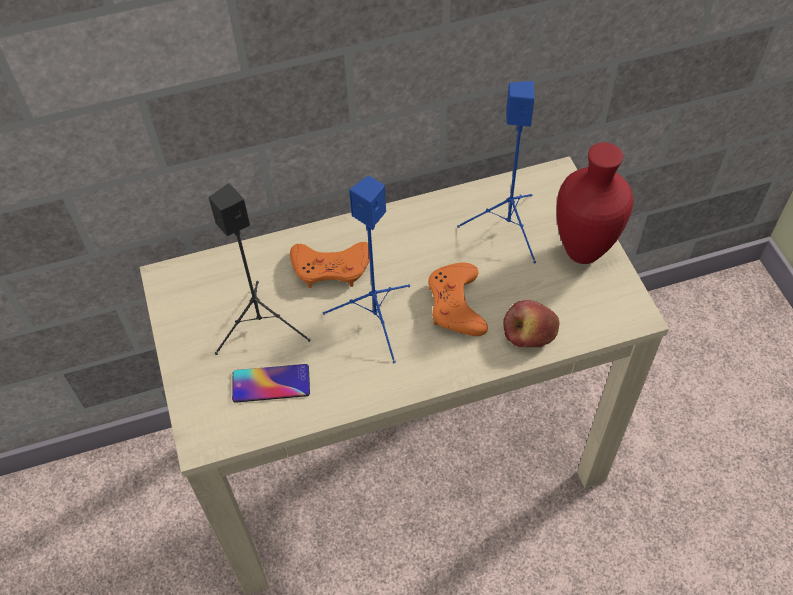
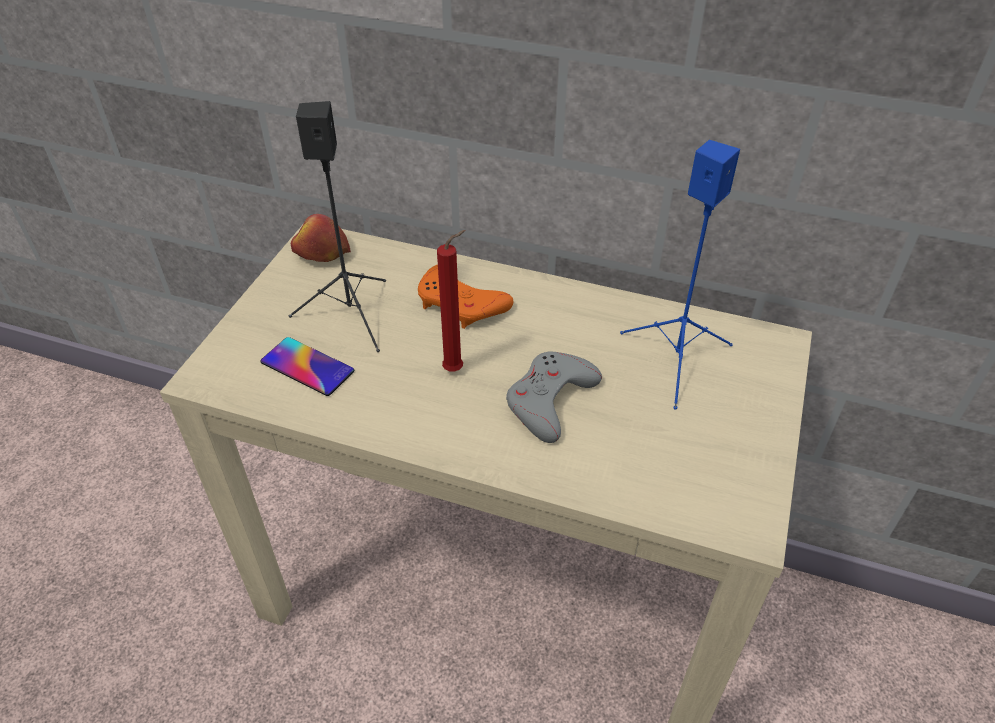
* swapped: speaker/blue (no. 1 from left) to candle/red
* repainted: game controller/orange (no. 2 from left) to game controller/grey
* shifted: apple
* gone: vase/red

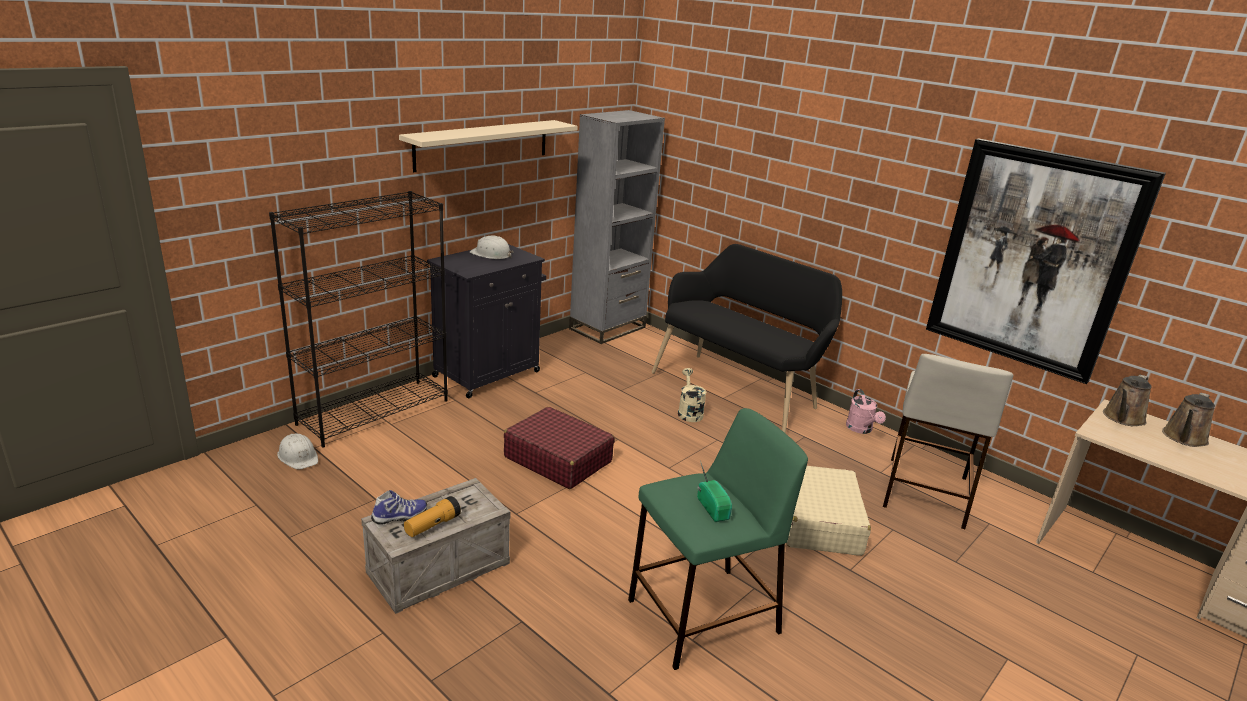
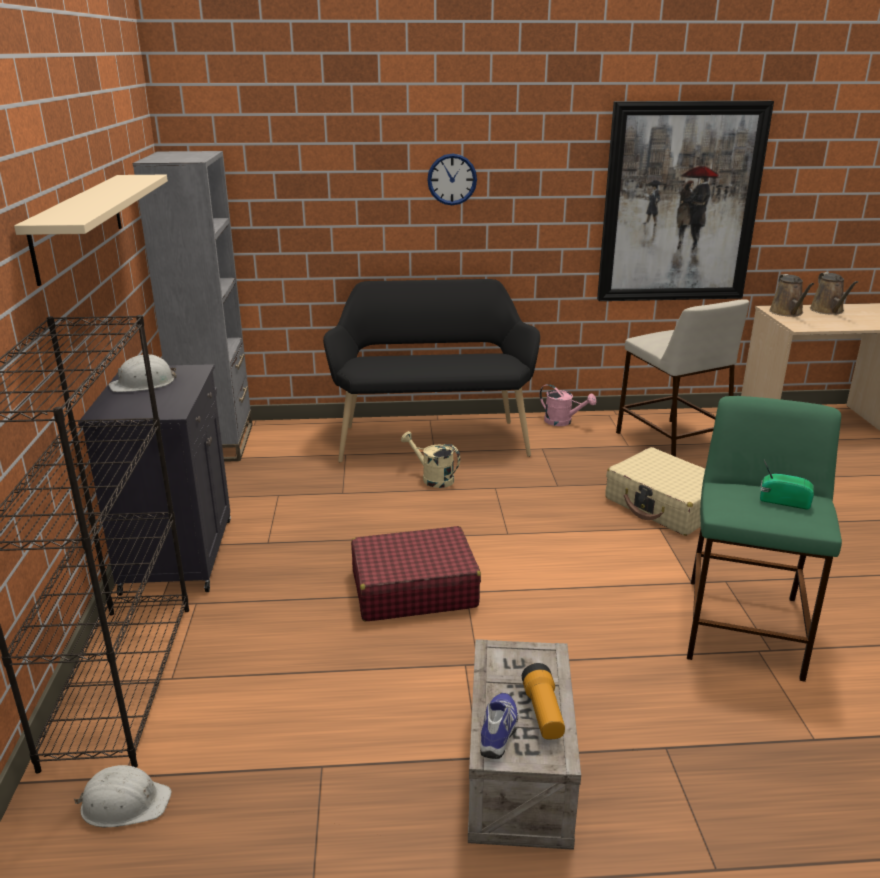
* new: wall clock

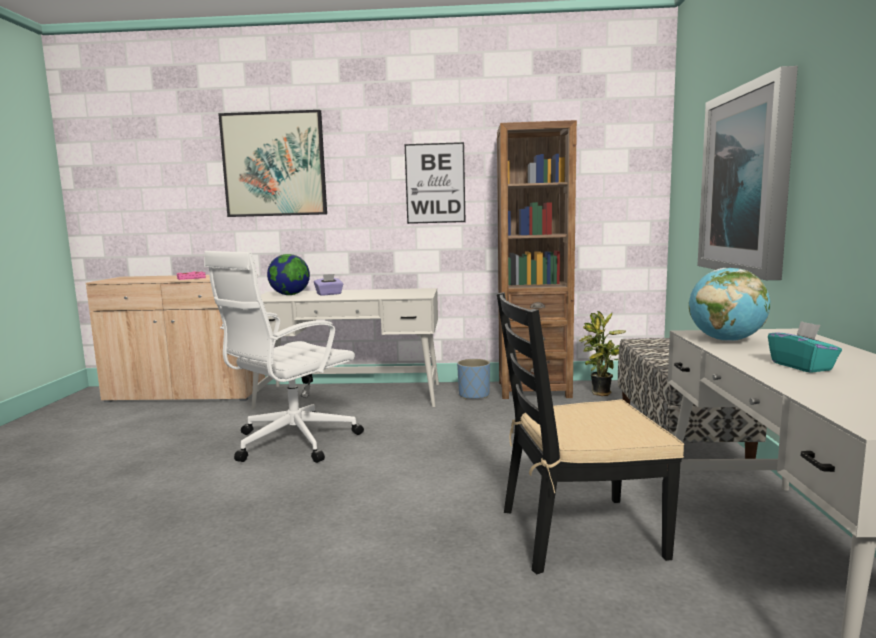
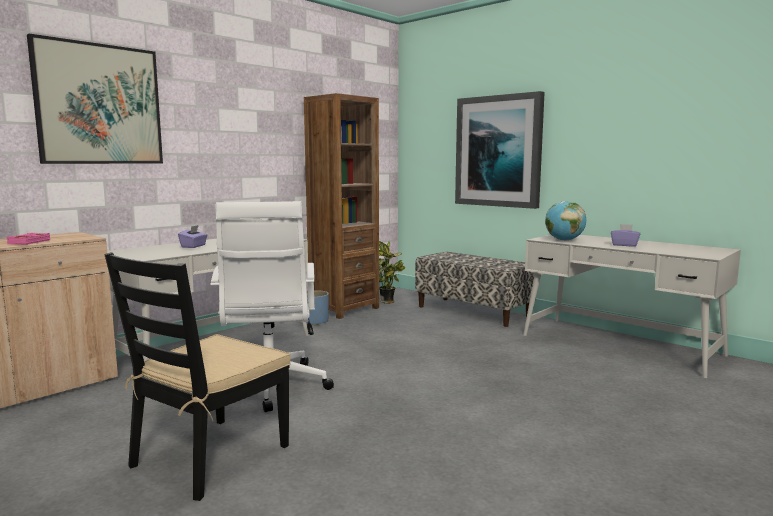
* gone: globe (no. 1 from left)
* gone: picture (no. 2 from left)
* shifted: chair/black
* repainted: tissue box/turquoise to tissue box/purple (no. 2 from left)

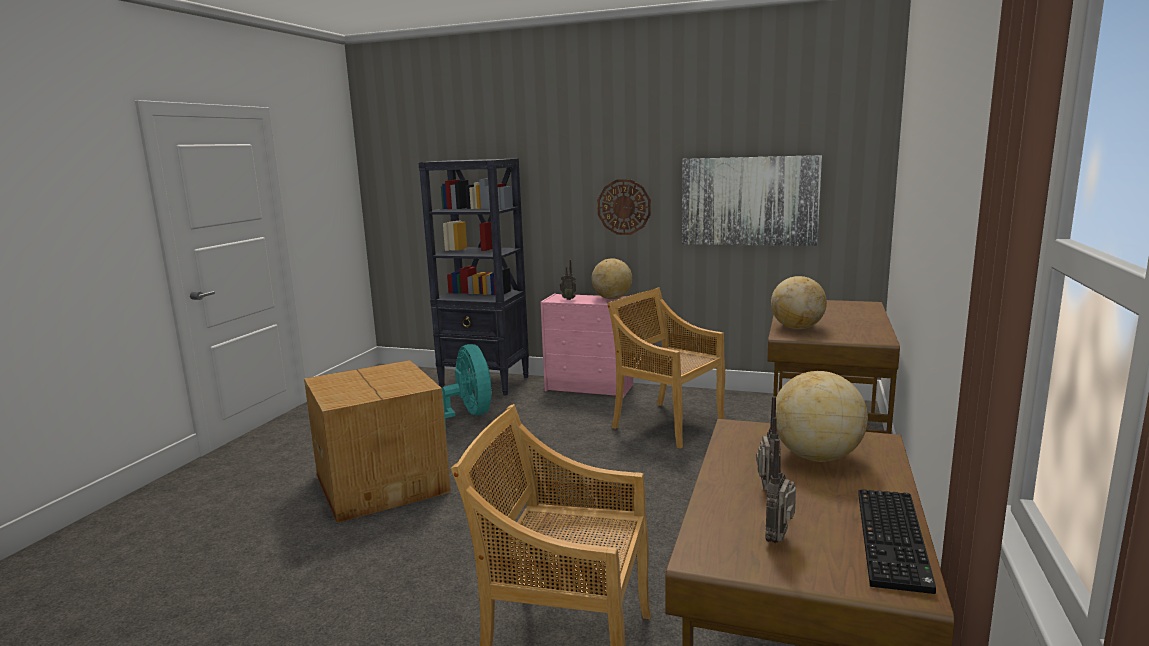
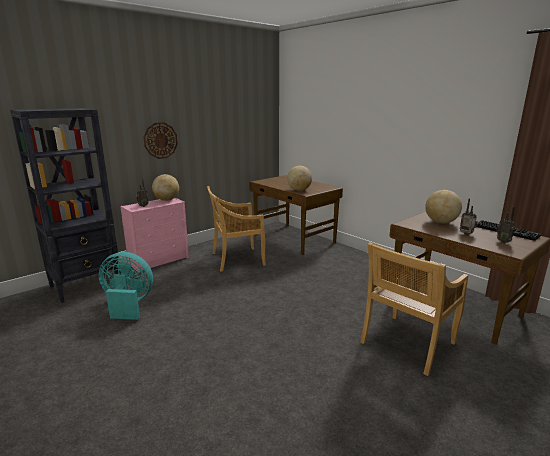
* gone: cardboard box
* gone: picture

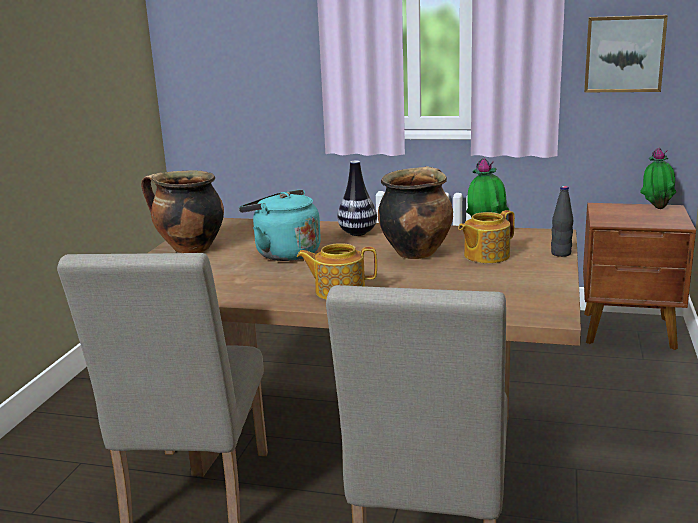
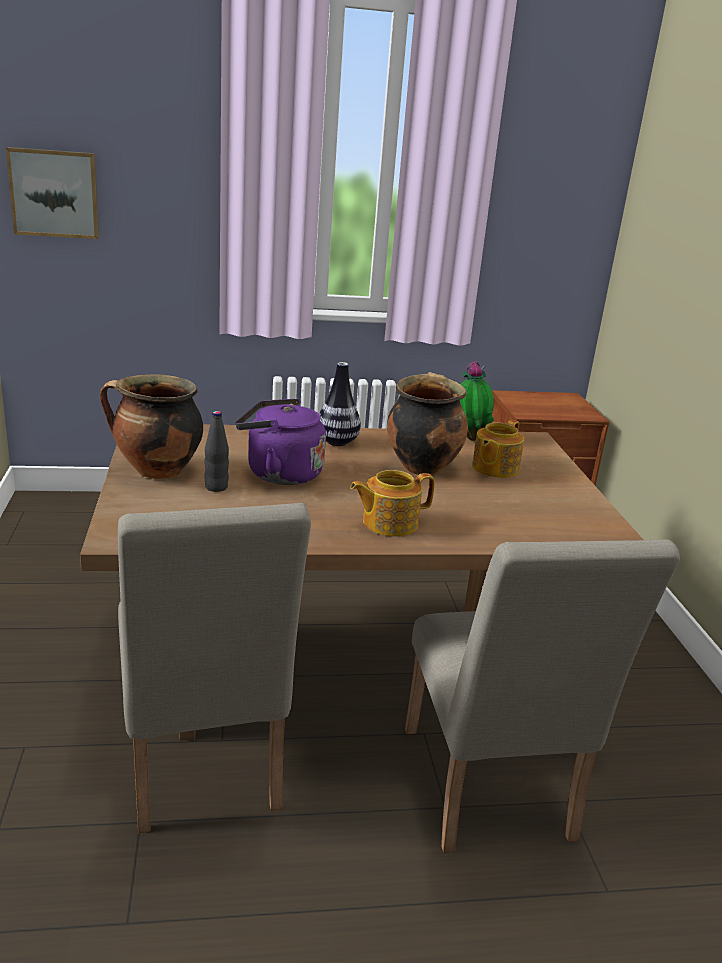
* repainted: kettle/turquoise to kettle/purple
* shifted: bottle/black
* shifted: picture
* gone: potted plant (no. 2 from left)

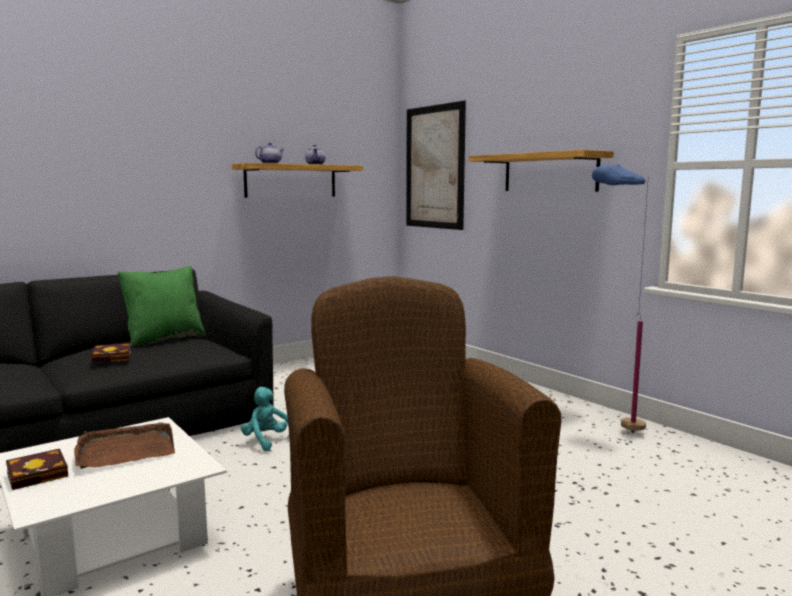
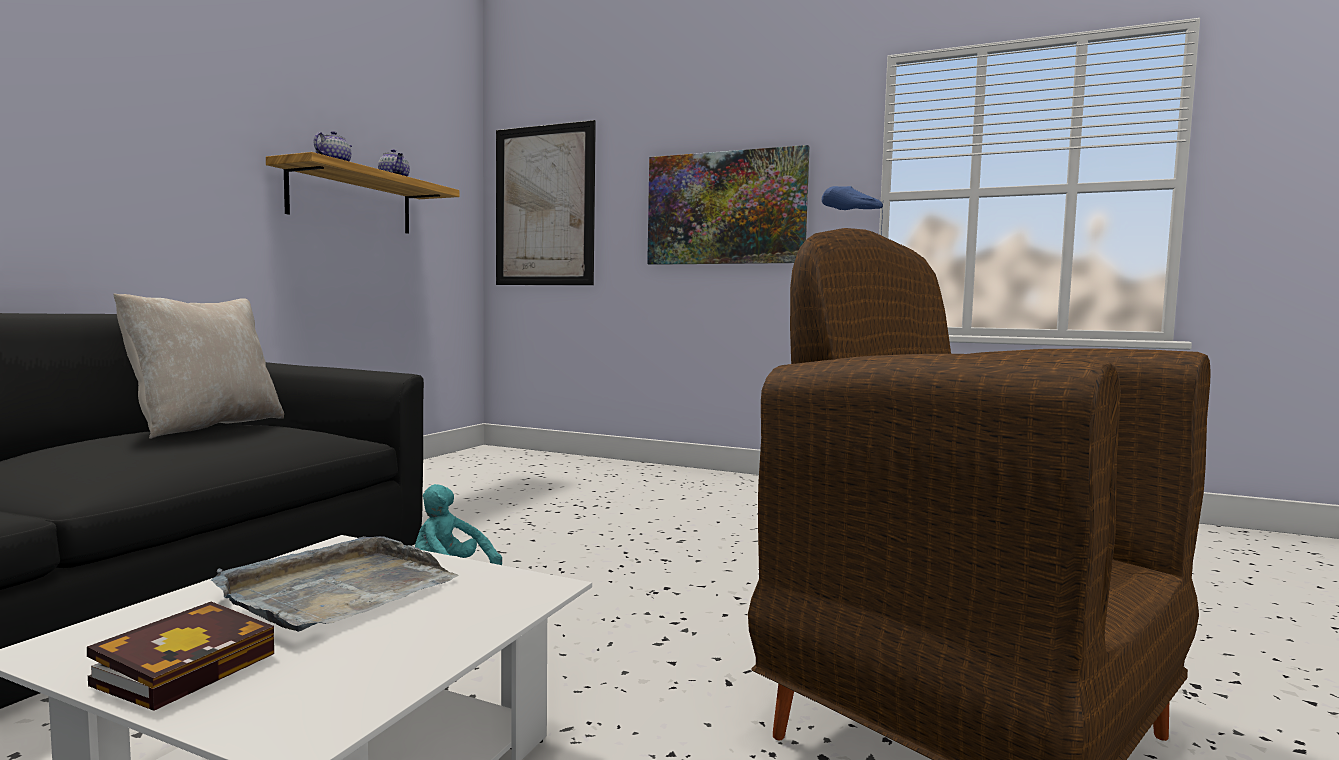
* repainted: tray/brown to tray/grey
* gone: book (no. 2 from left)
* repainted: pillow/green to pillow/beige
* swapped: shelf (no. 2 from left) to picture (no. 2 from left)

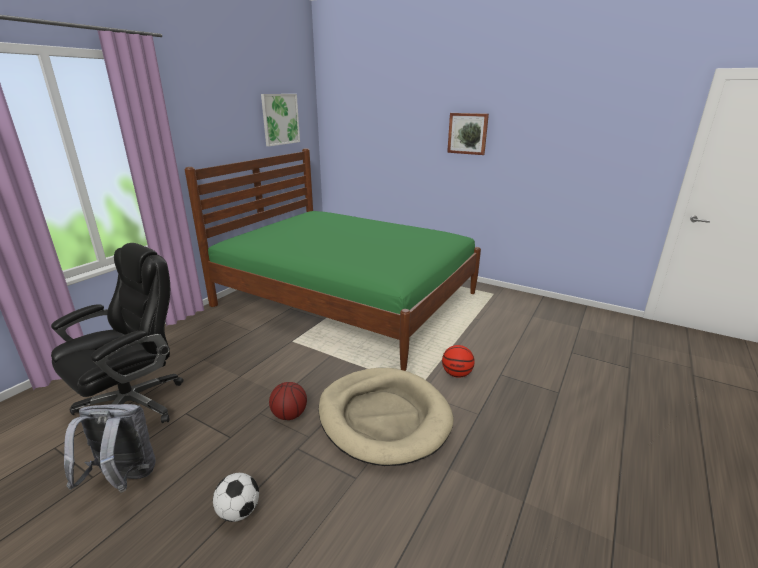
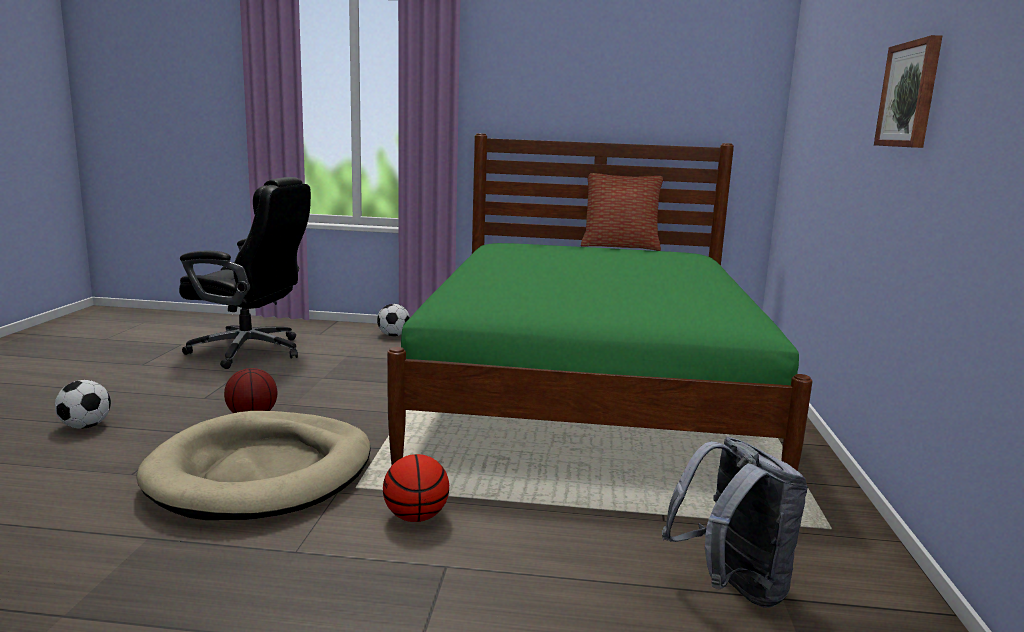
* shifted: backpack/grey
* gone: picture (no. 1 from left)
* new: football (no. 2 from left)
* new: pillow

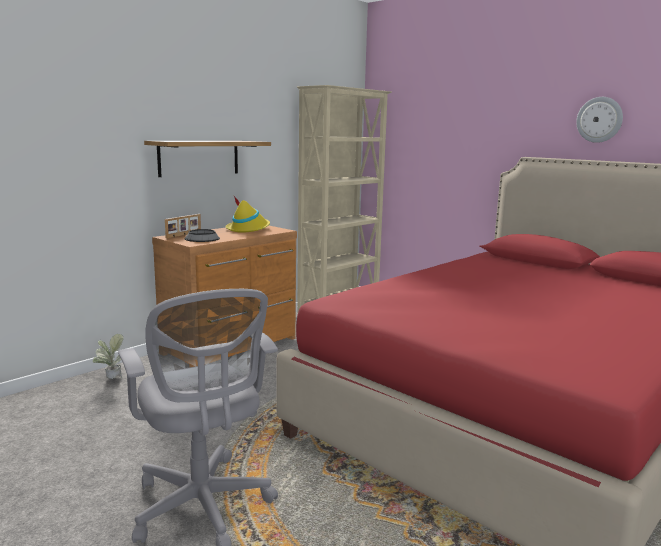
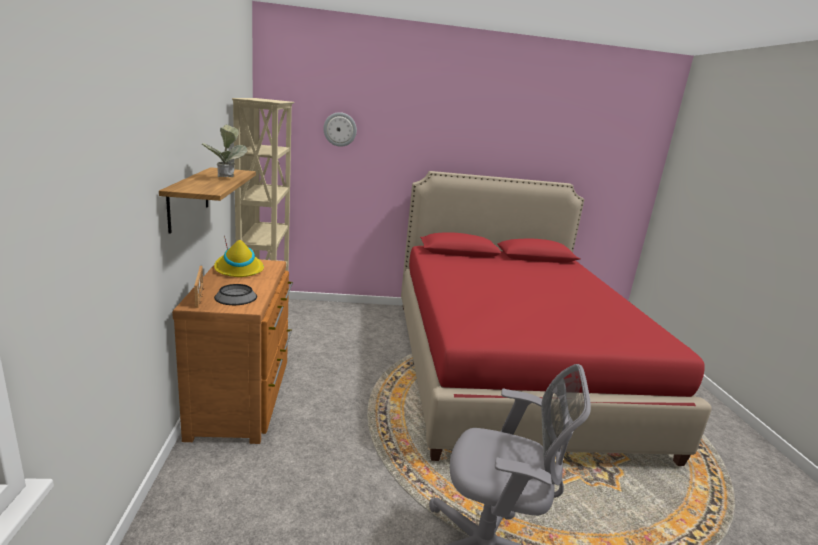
* shifted: potted plant
* shifted: wall clock

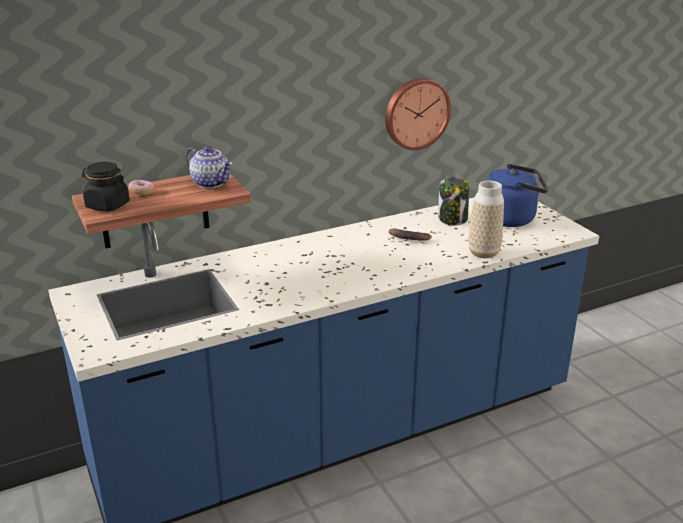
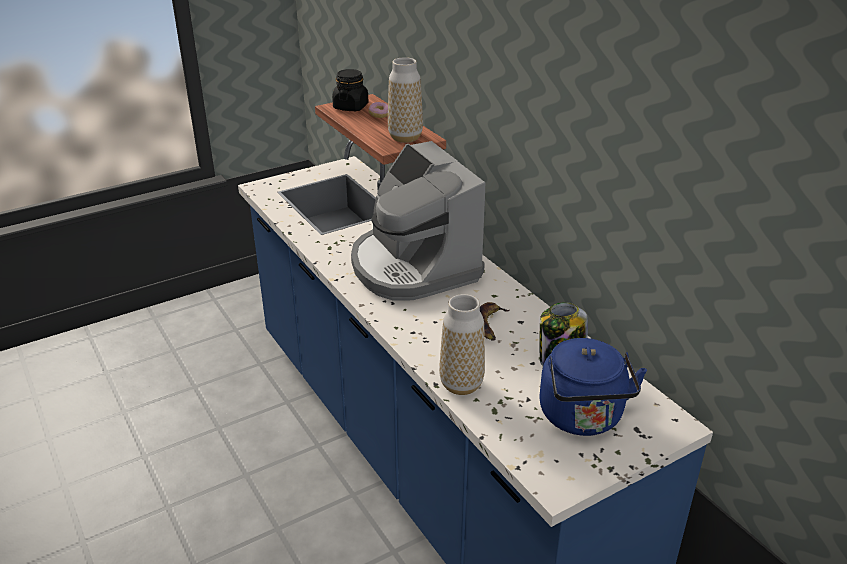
* swapped: teapot to vase (no. 1 from left)
* gone: wall clock
* new: coffee machine

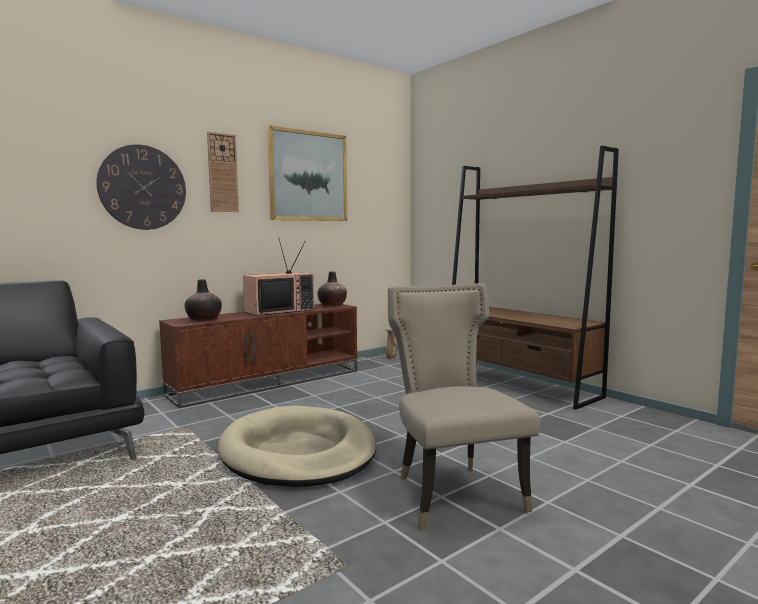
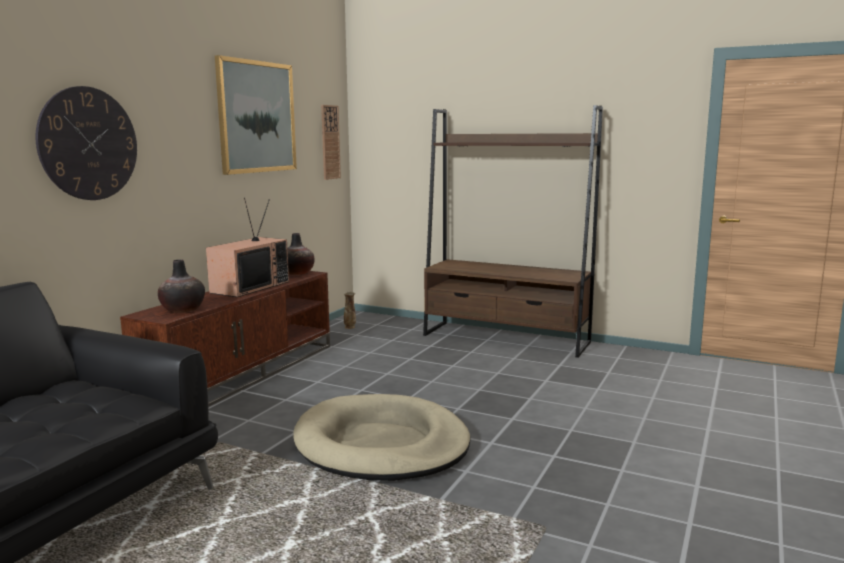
* shifted: wall clock (no. 2 from left)
* gone: chair/beige

